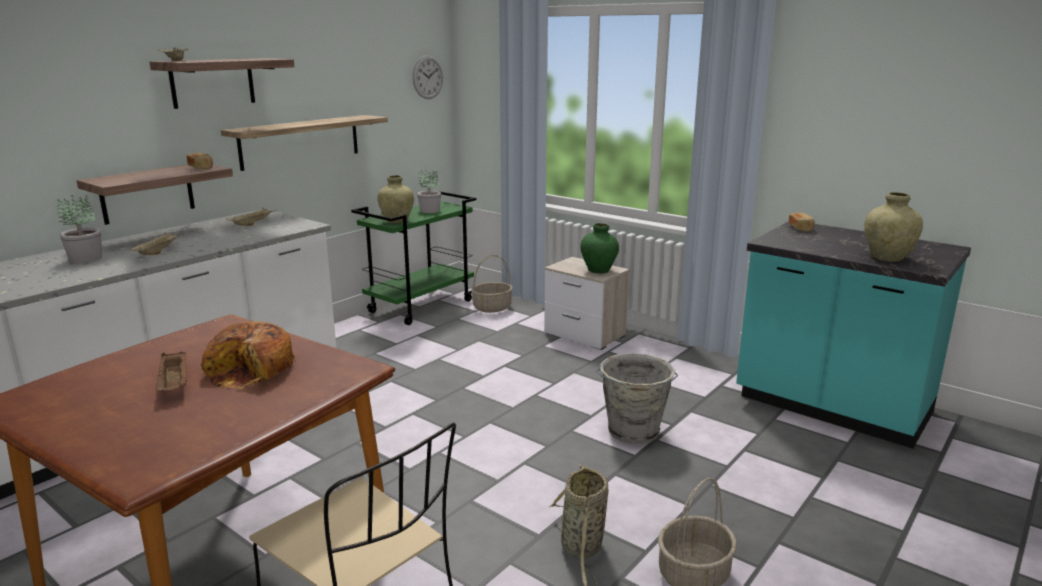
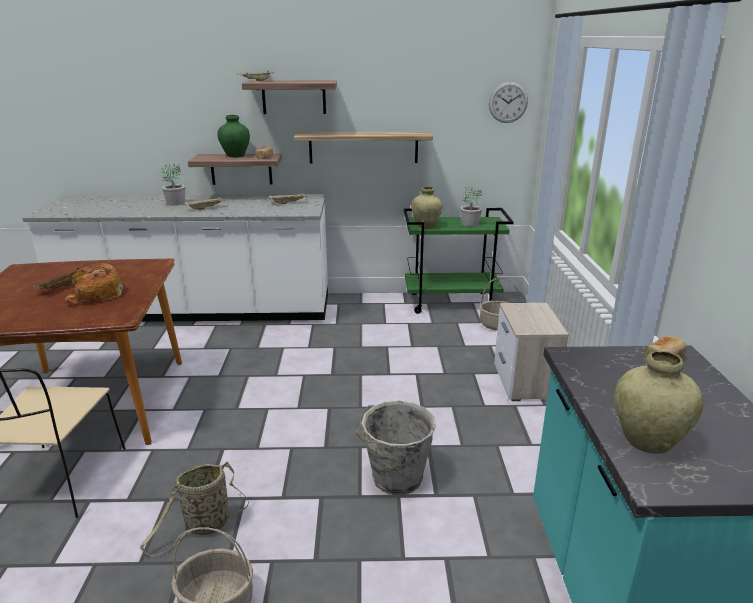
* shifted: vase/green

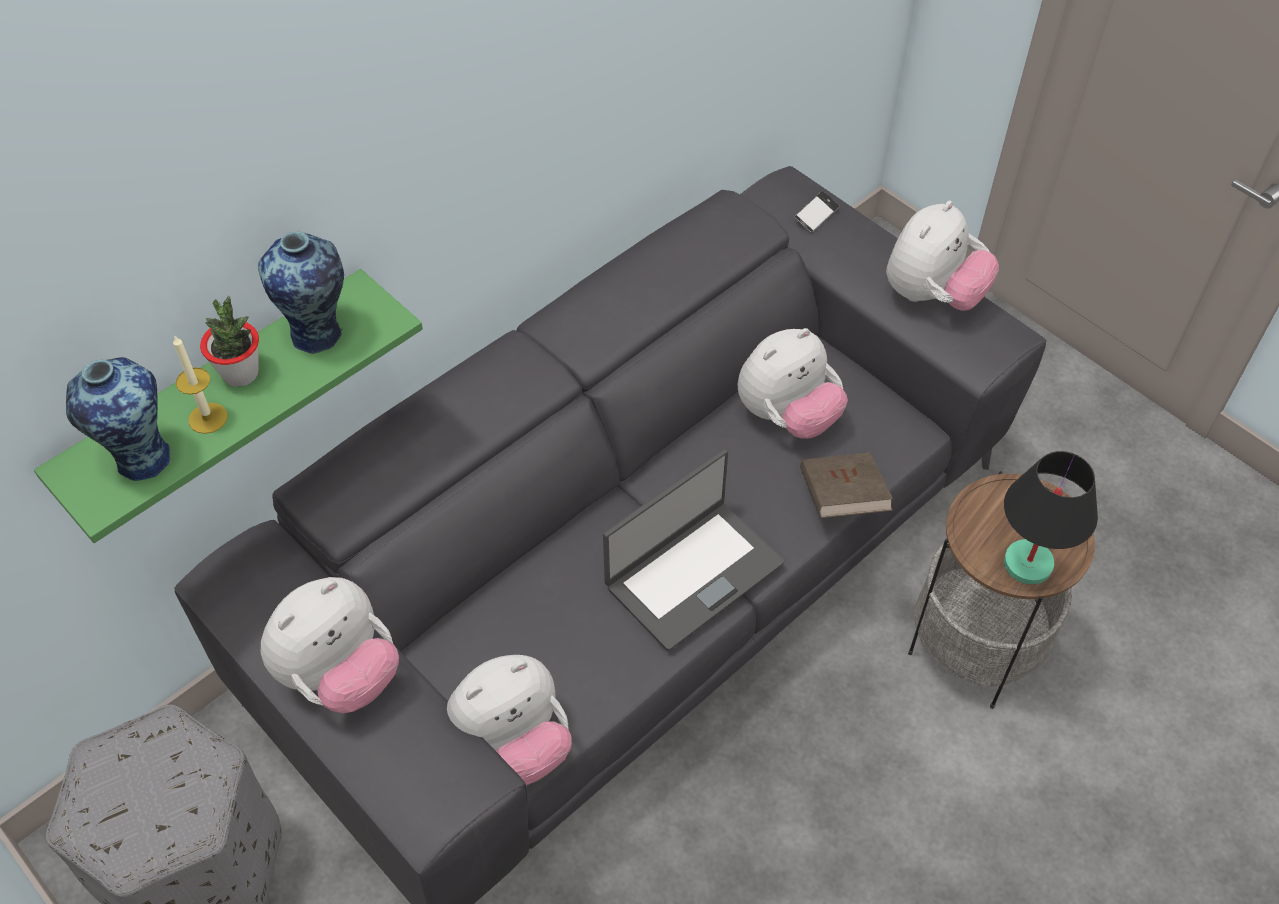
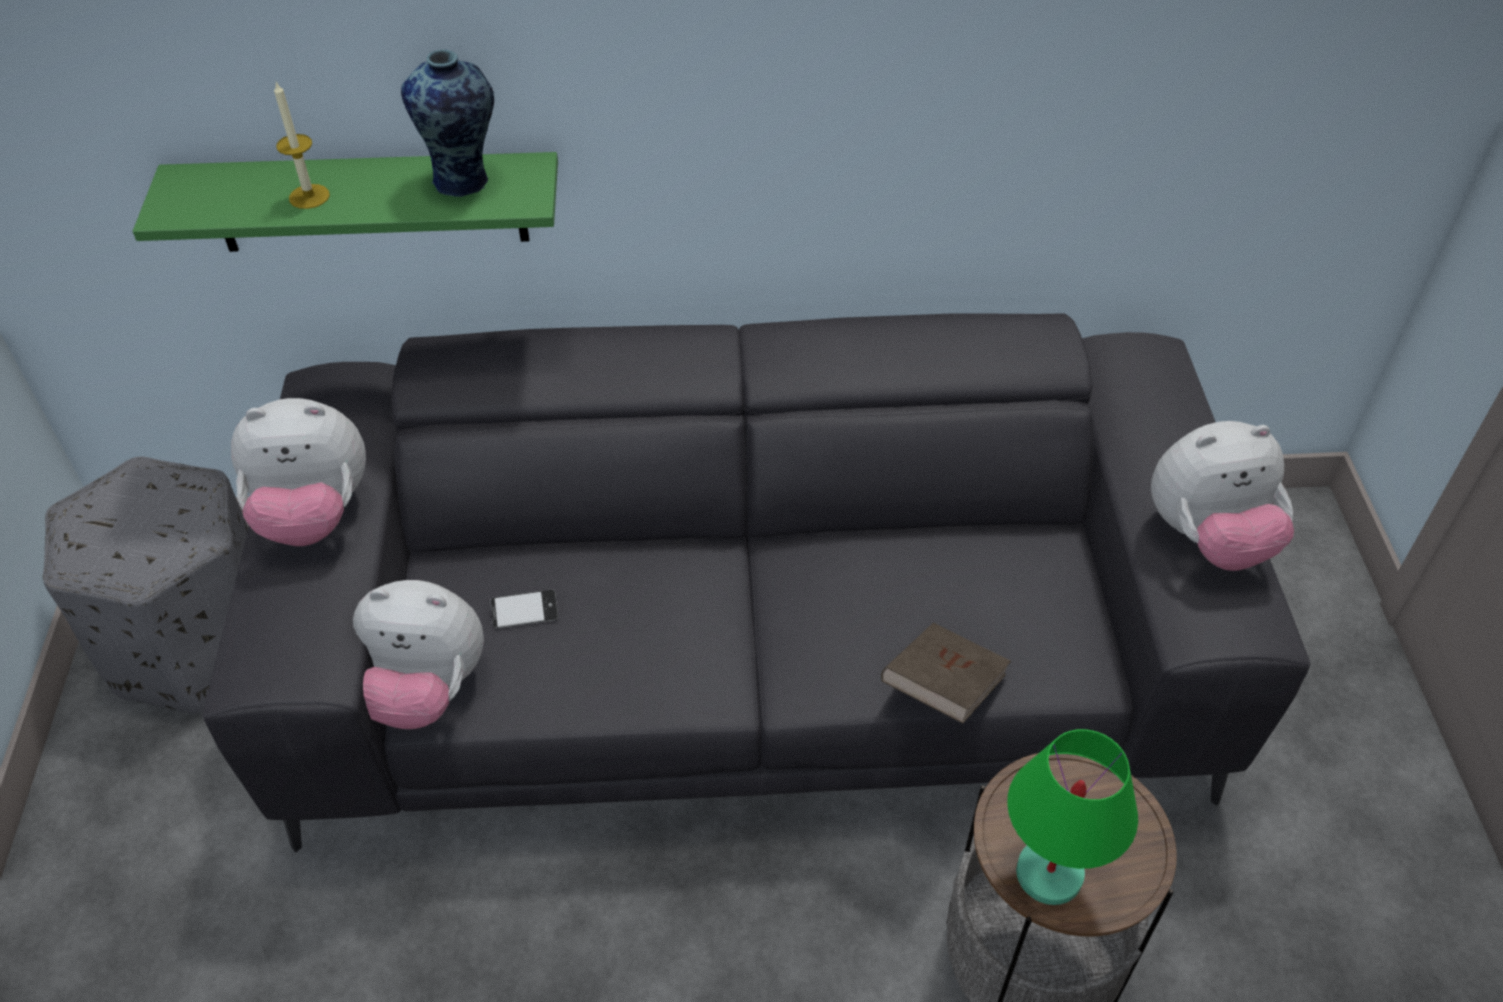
* gone: vase (no. 1 from left)
* gone: potted plant
* gone: laptop
* gone: plush toy (no. 3 from left)
* shifted: phone
* repainted: table lamp/black to table lamp/green

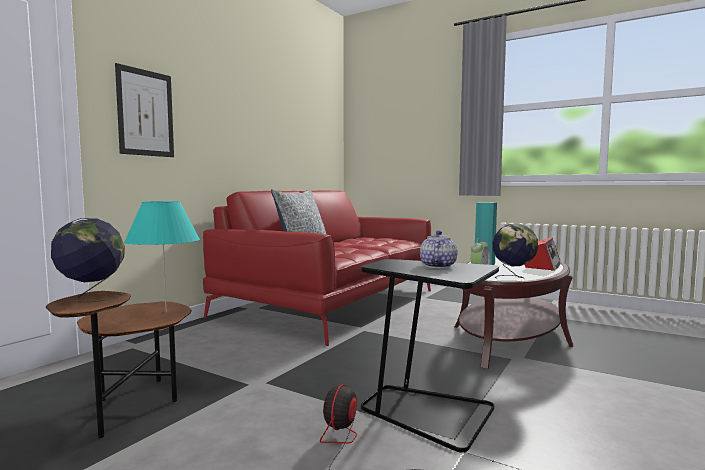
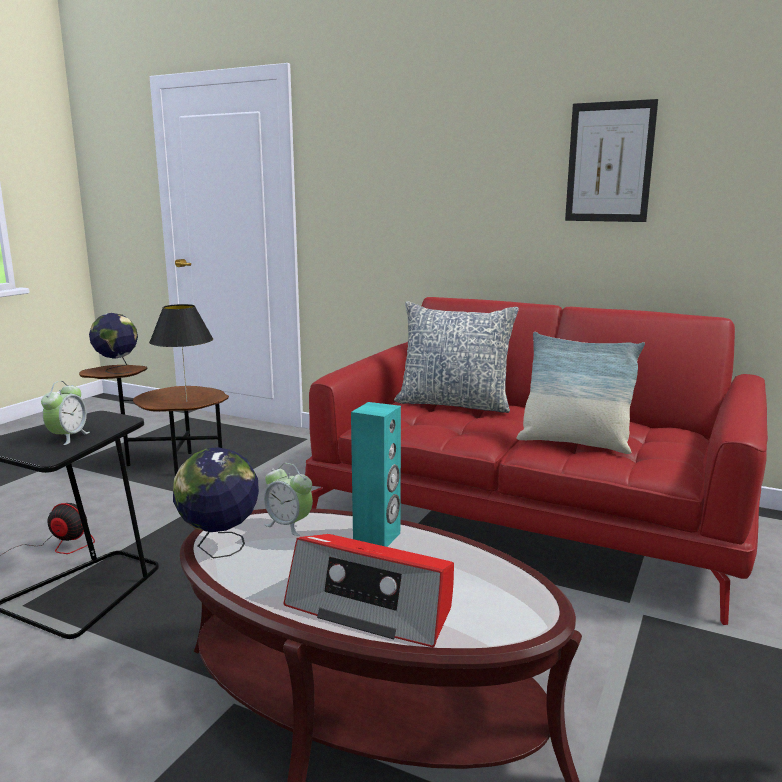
* shifted: picture
* repainted: table lamp/turquoise to table lamp/black
* swapped: teapot to alarm clock (no. 1 from left)
* new: pillow (no. 2 from left)

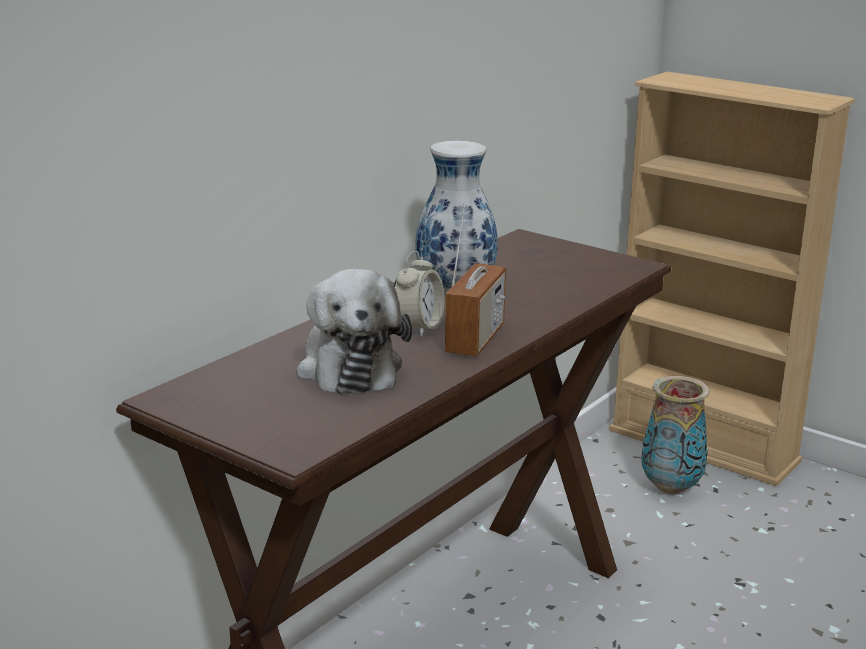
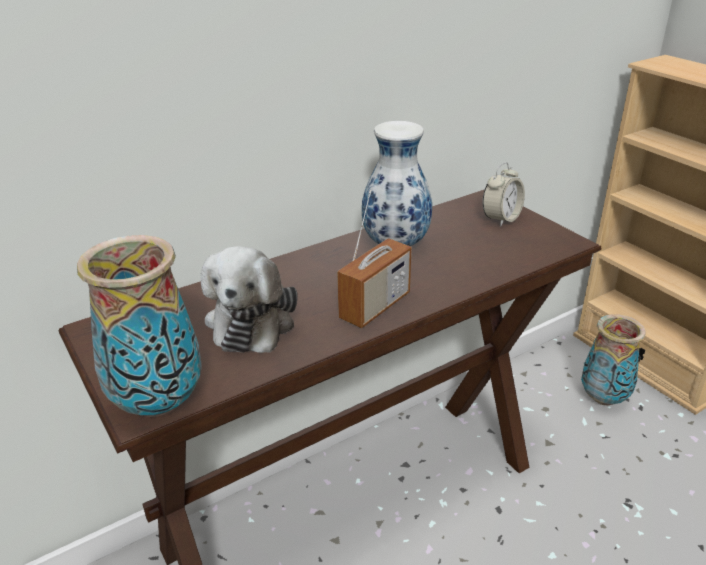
* shifted: alarm clock
* new: vase (no. 1 from left)

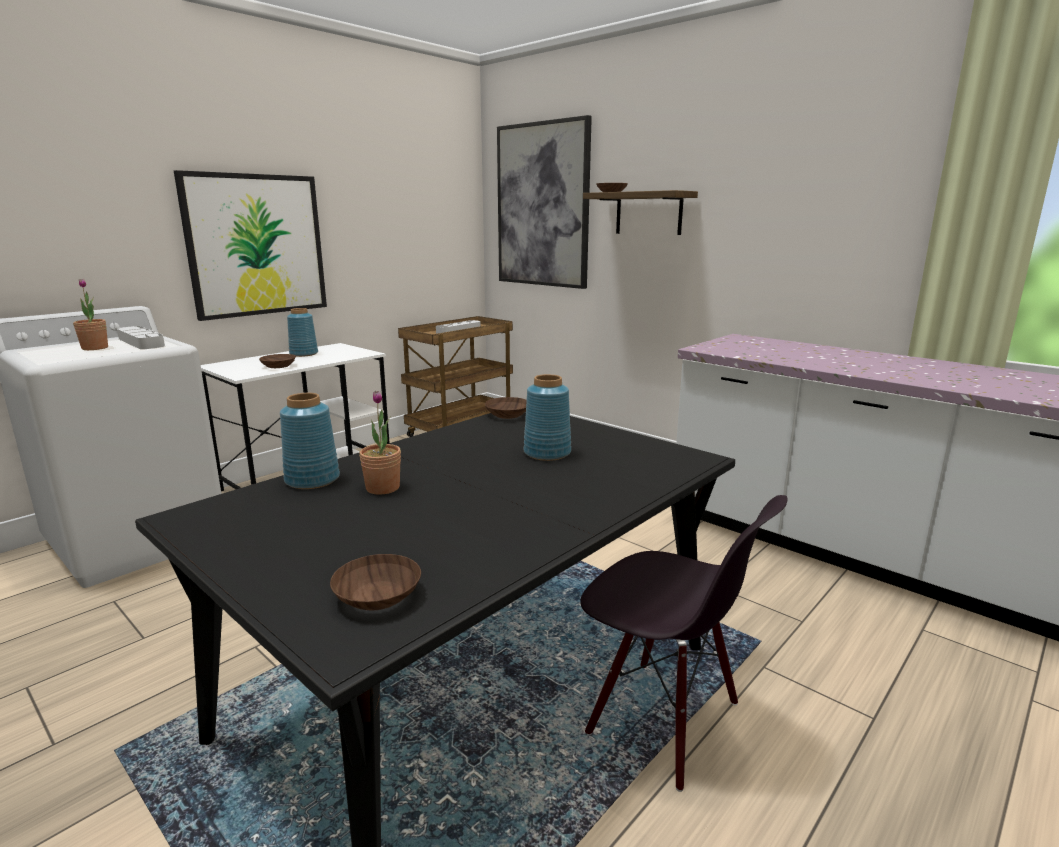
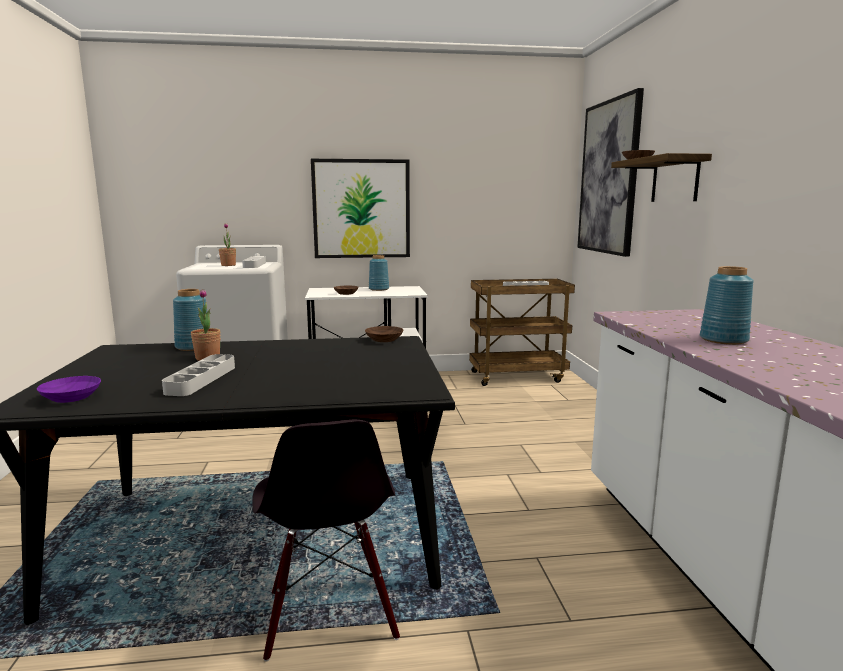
* repainted: bowl/brown (no. 2 from left) to bowl/purple
* shifted: vase/blue (no. 3 from left)
* new: tray/grey (no. 1 from left)

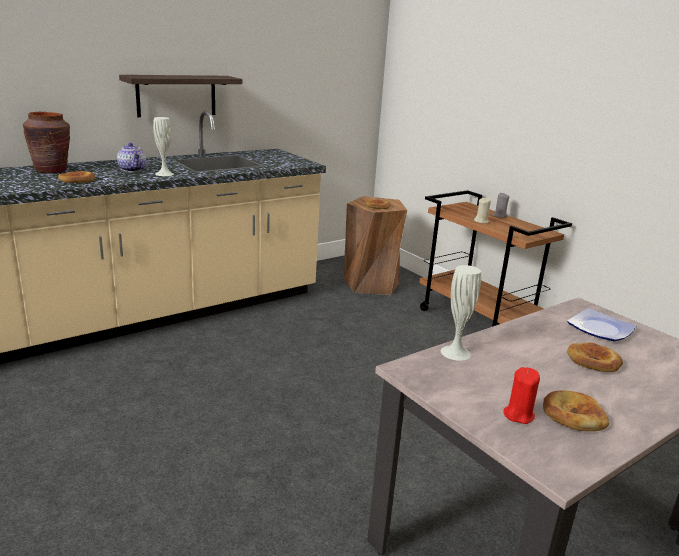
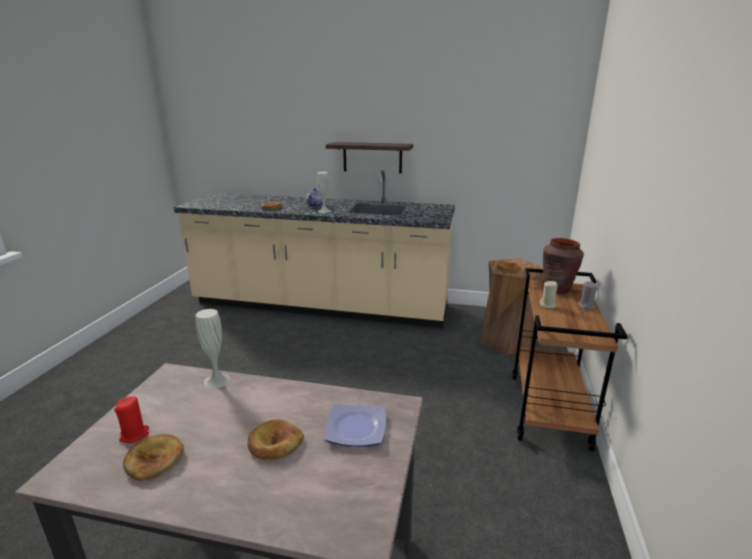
* shifted: vase/brown

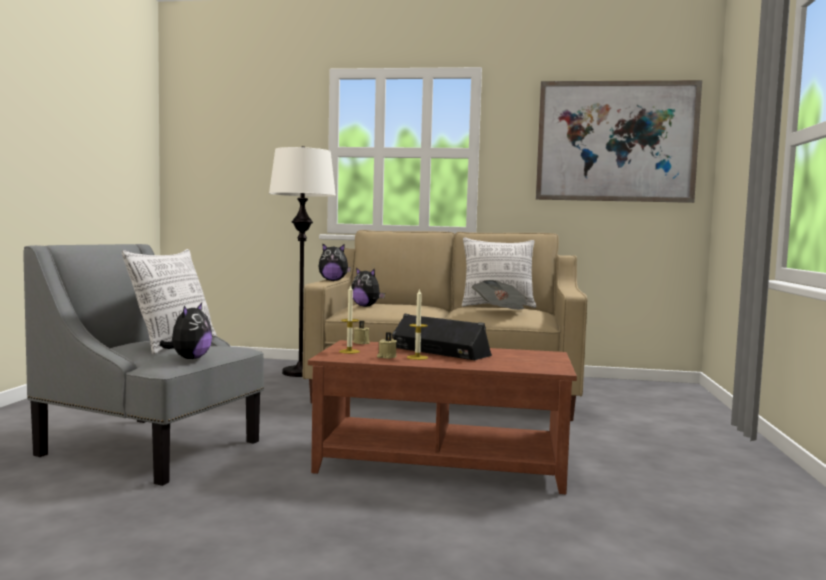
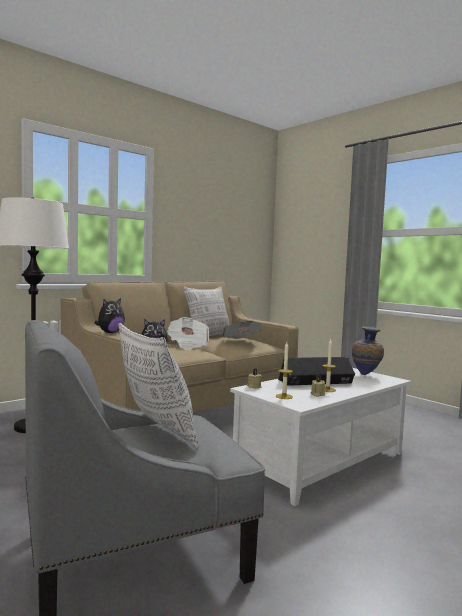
* gone: plush toy (no. 1 from left)
* repainted: coffee table/brown to coffee table/white
* gone: picture
* new: newspaper (no. 1 from left)
* new: vase

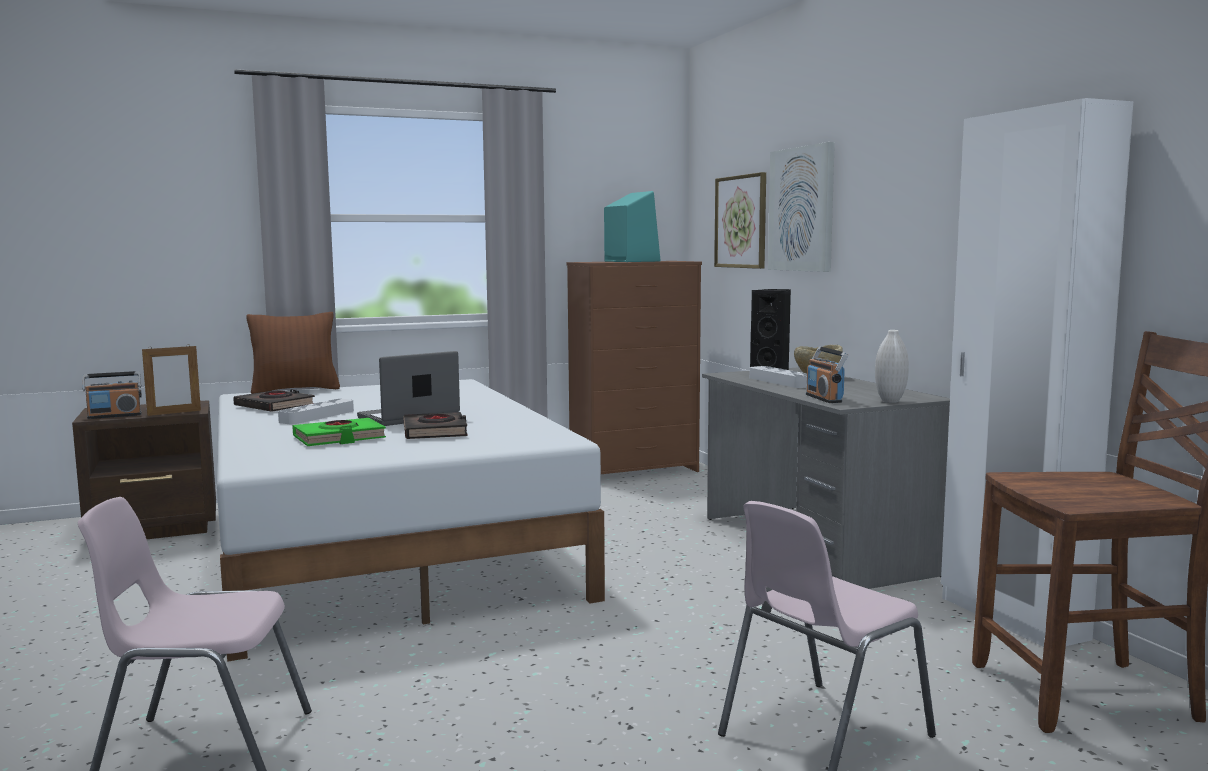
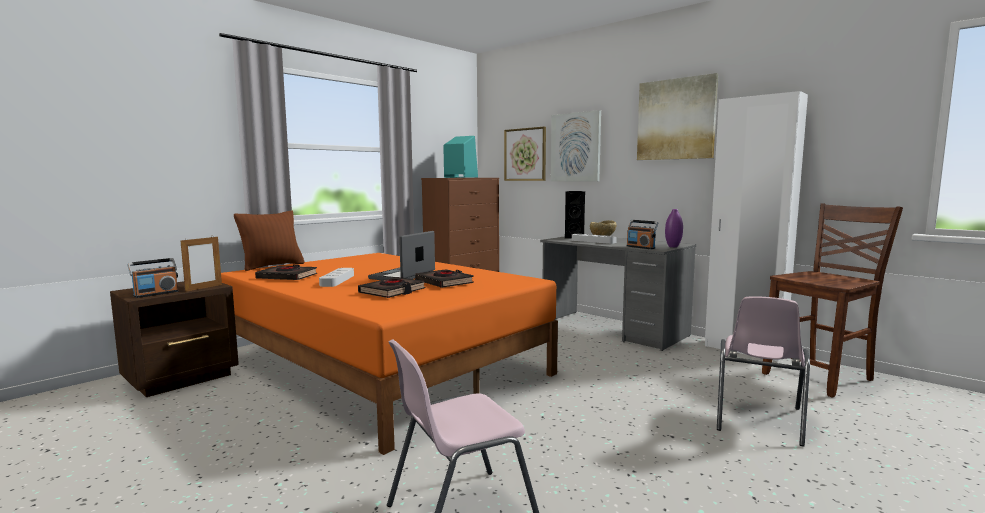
* repainted: bed/white to bed/orange
* repainted: book/green to book/black (no. 2 from left)
* repainted: vase/white to vase/purple
* new: picture (no. 3 from left)

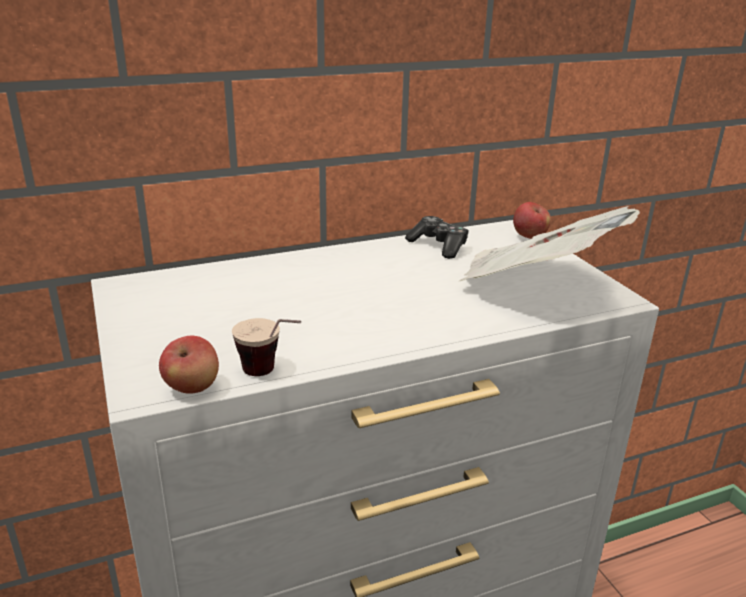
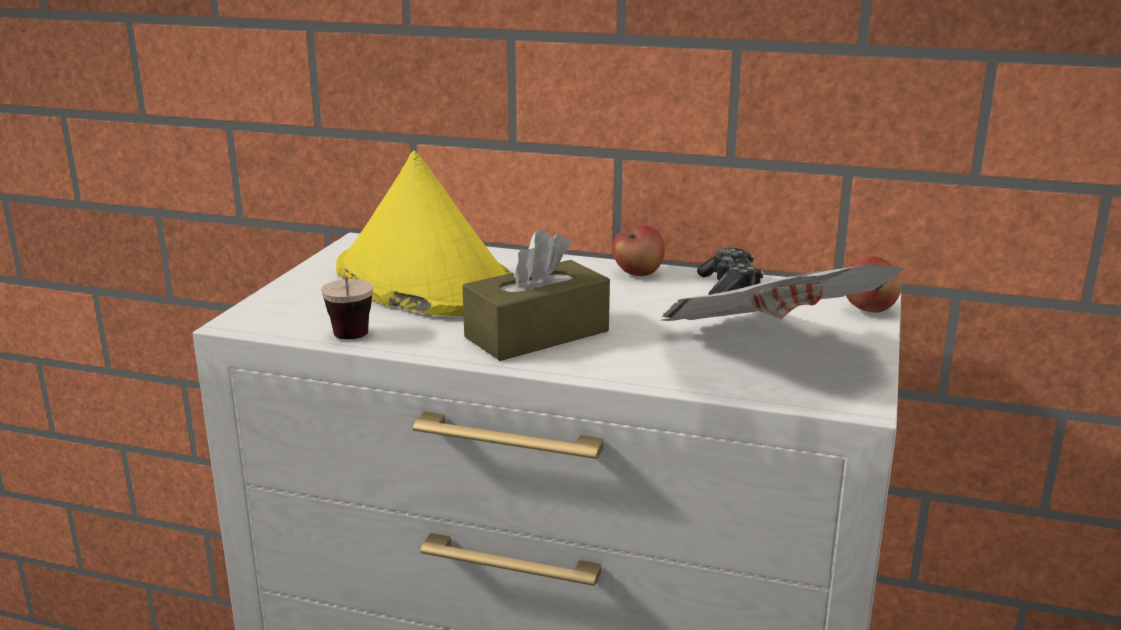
* shifted: apple (no. 1 from left)
* new: hat/yellow
* new: tissue box/brown

